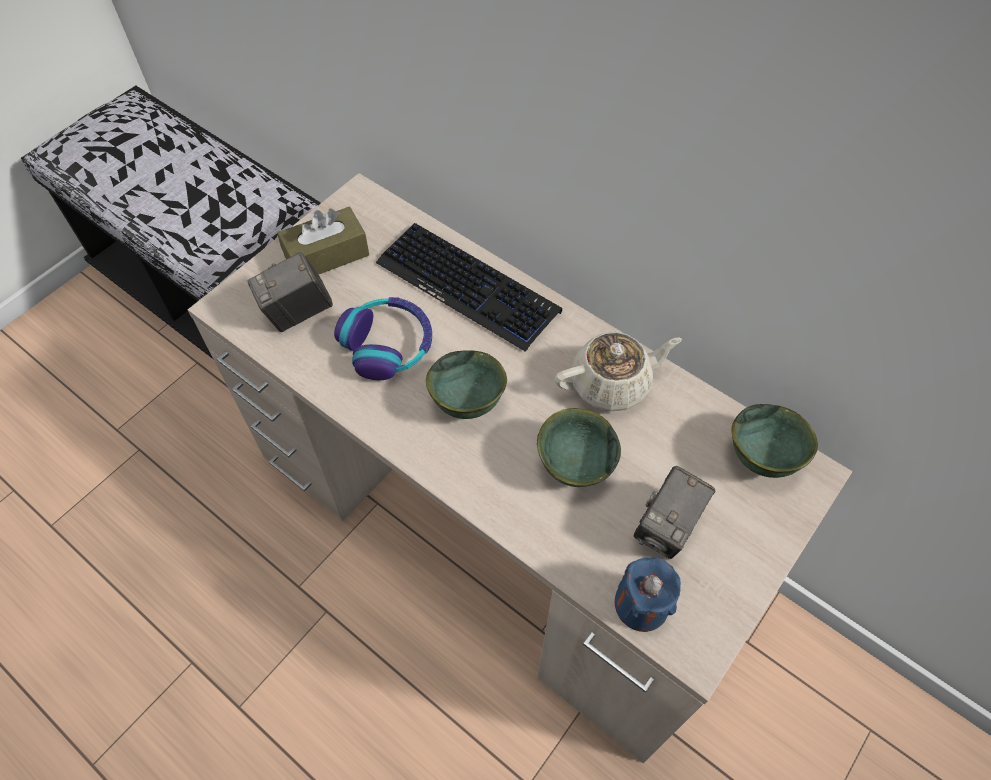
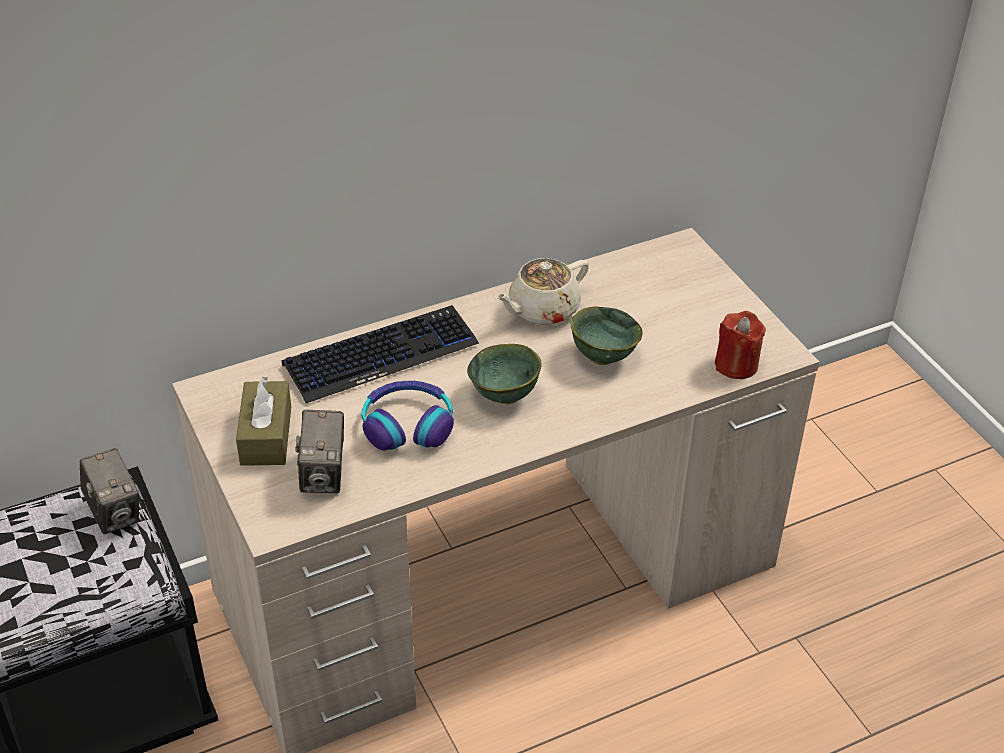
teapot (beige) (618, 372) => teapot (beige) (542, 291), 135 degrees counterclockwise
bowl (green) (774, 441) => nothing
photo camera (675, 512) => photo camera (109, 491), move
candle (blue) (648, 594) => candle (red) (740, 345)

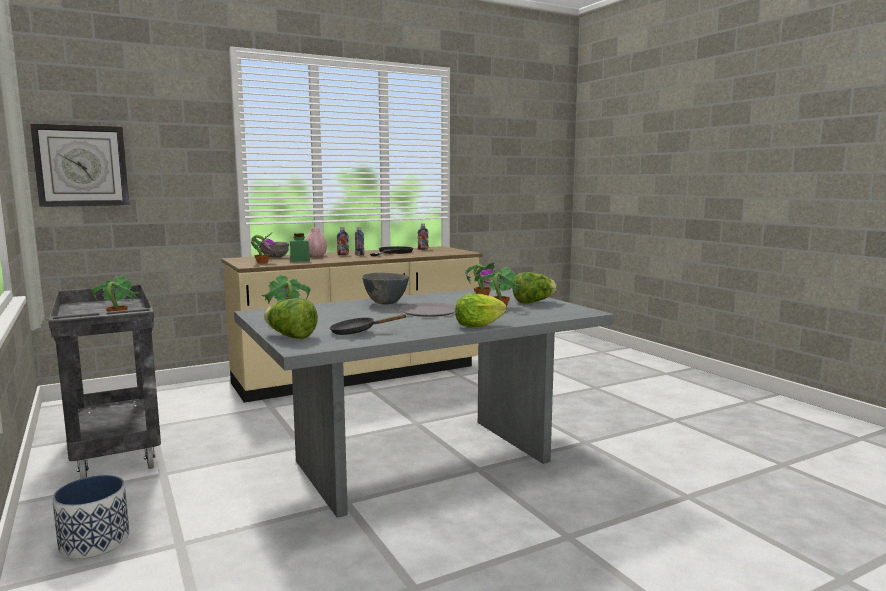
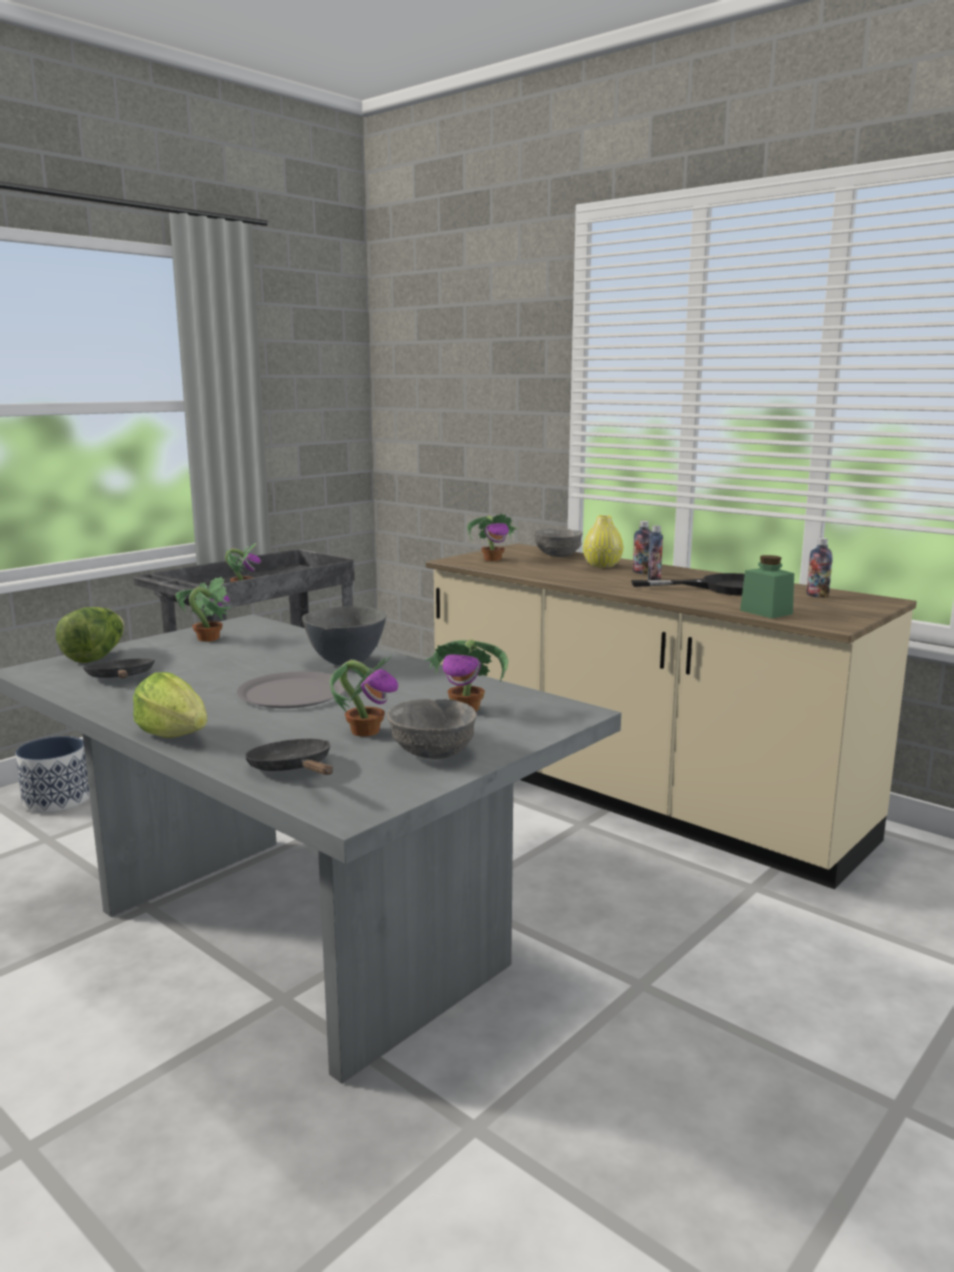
wall clock (79, 165) => nothing
vase (pink) (316, 242) => vase (yellow) (603, 541)
jar (green) (300, 247) => jar (green) (767, 587), move
lettuce (535, 288) => bowl (grey) (432, 729)
nothing => frying pan (black) (289, 757)

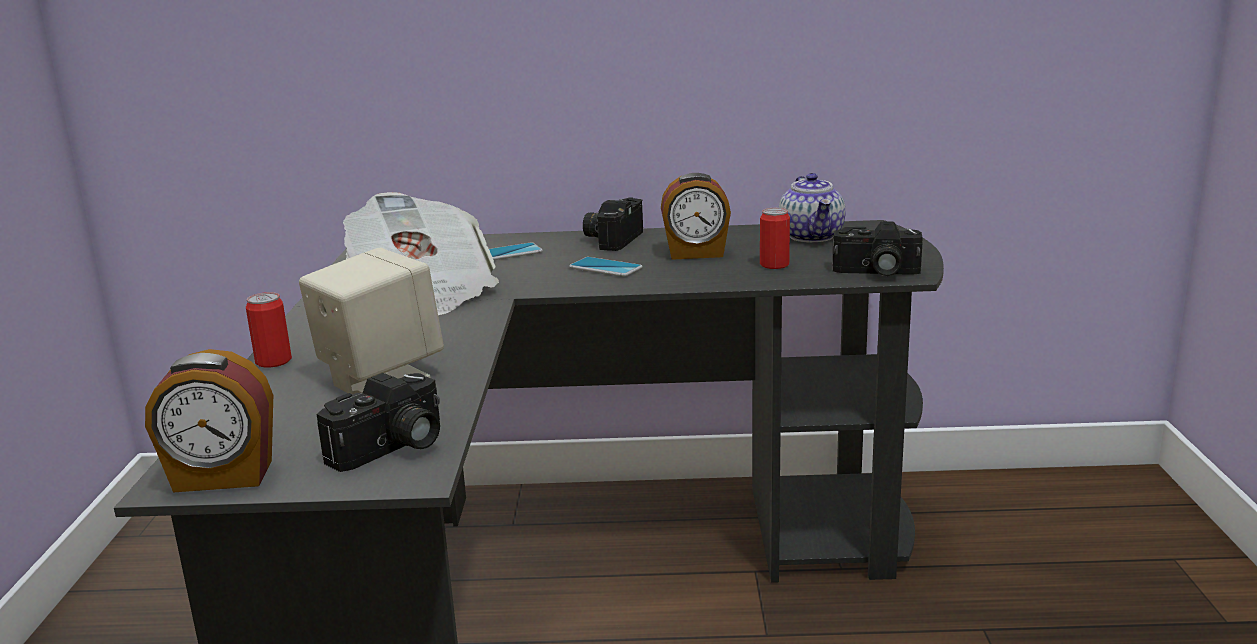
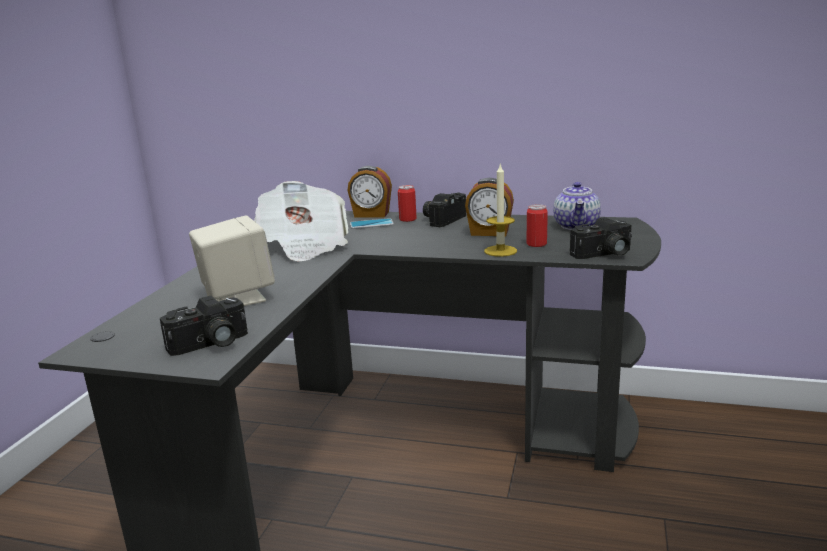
photo camera (877, 248) => photo camera (601, 238), 45 degrees counterclockwise
phone (606, 267) => nothing
can (269, 329) => can (407, 203), move
alarm clock (209, 420) => alarm clock (370, 191), move
nothing => candle (500, 211)

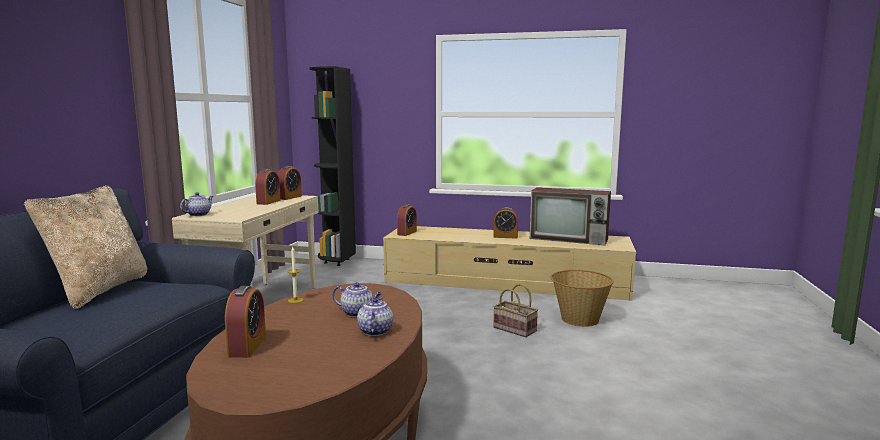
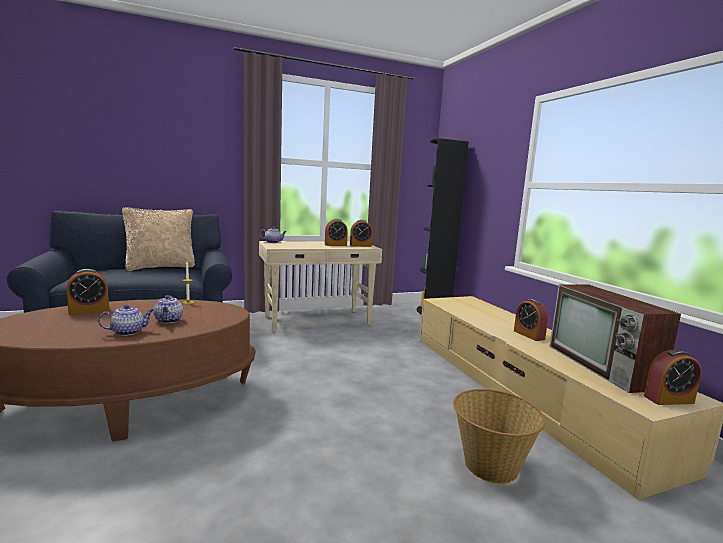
alarm clock (407, 220) => alarm clock (672, 377), move
basket (515, 310) => nothing

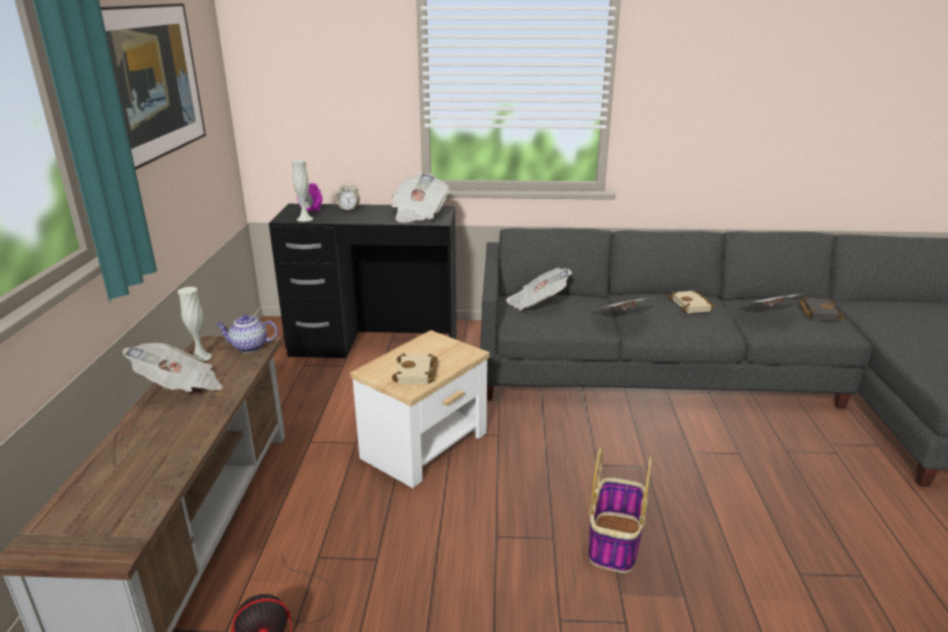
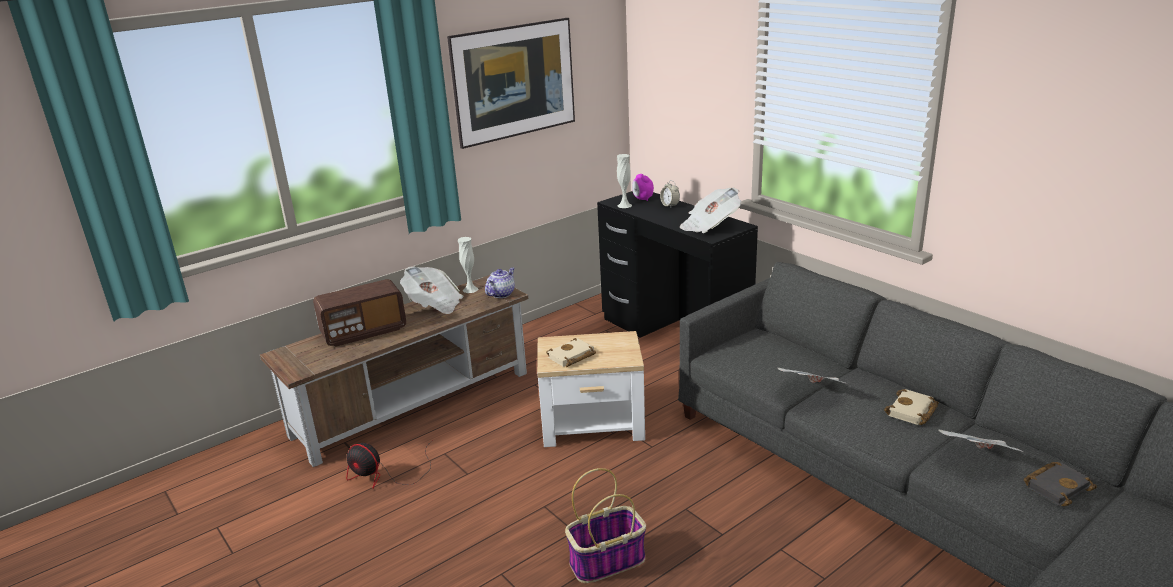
newspaper (539, 289) => nothing
teapot (247, 334) => teapot (500, 282), 75 degrees clockwise
nothing => radio (359, 313)

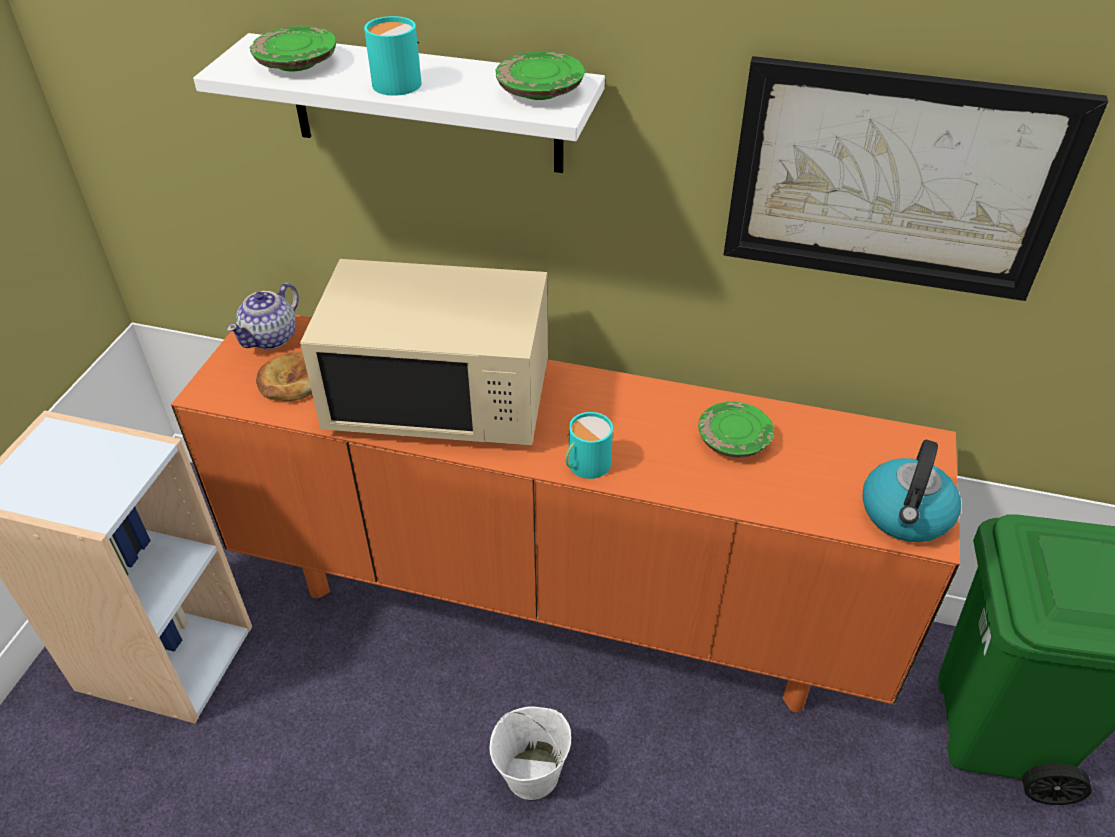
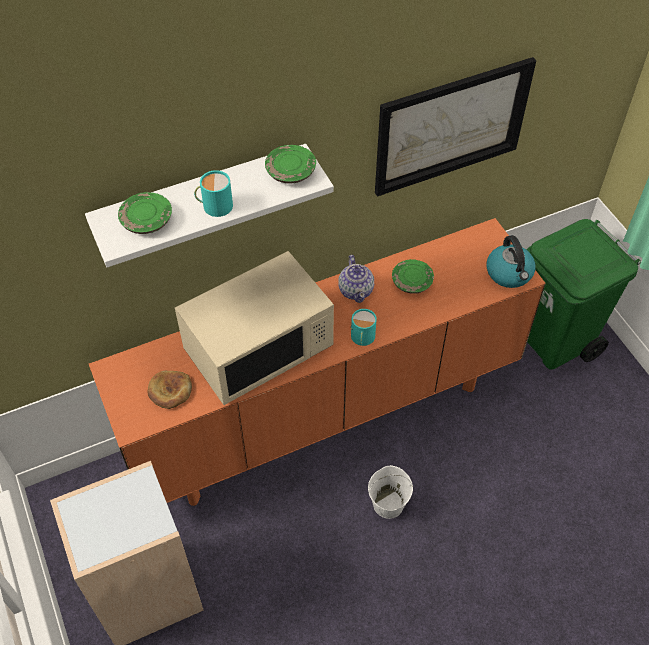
teapot (263, 316) => teapot (356, 279), move

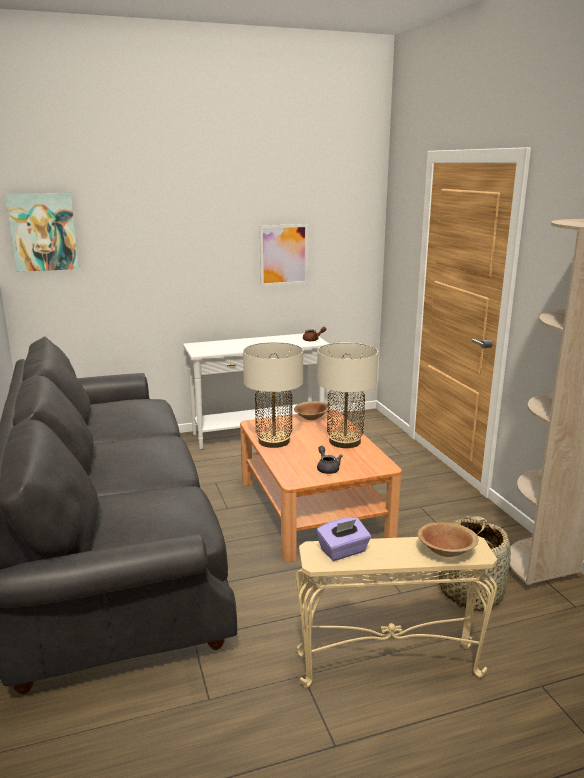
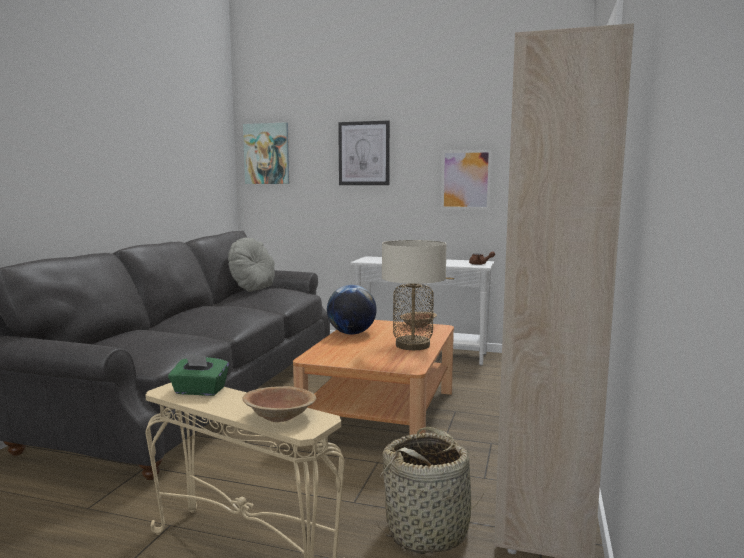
table lamp (273, 395) => globe (352, 310)
teapot (grey) (330, 460) => nothing
tissue box (purple) (344, 539) => tissue box (green) (198, 375)
nothing => picture (364, 152)
nothing => pillow (grey) (251, 265)

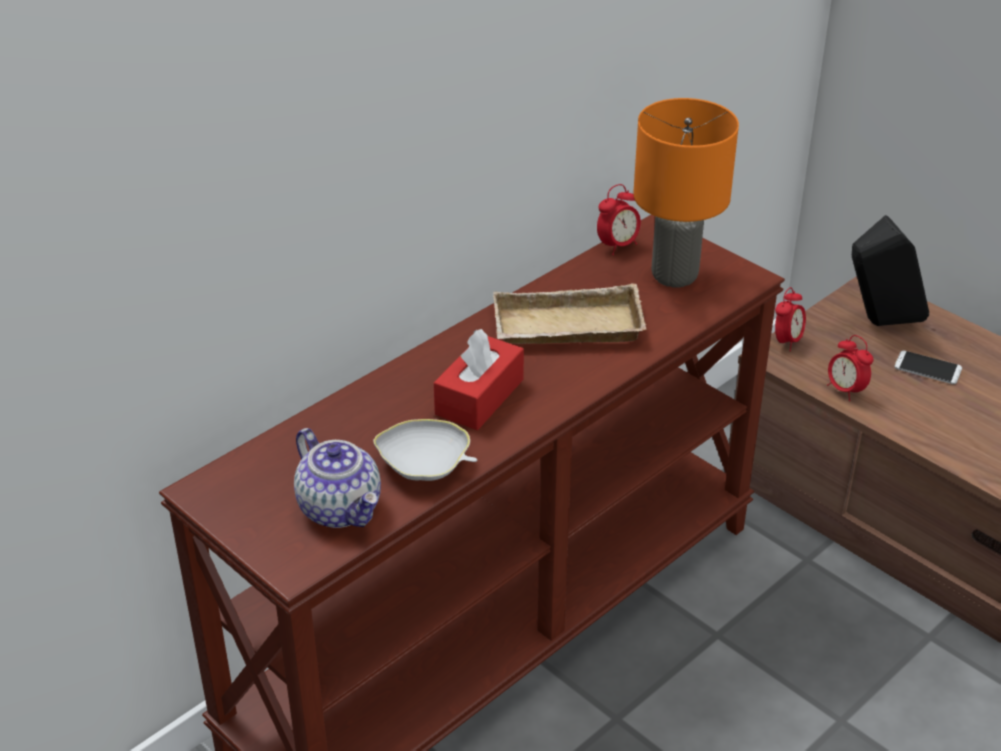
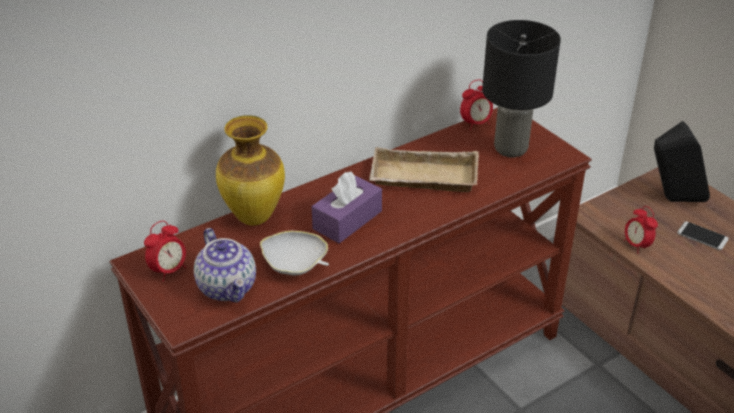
table lamp (orange) (686, 193) => table lamp (black) (521, 89)
alarm clock (790, 319) => alarm clock (165, 251), move
tissue box (red) (479, 379) => tissue box (purple) (347, 207)
nothing => vase (250, 170)

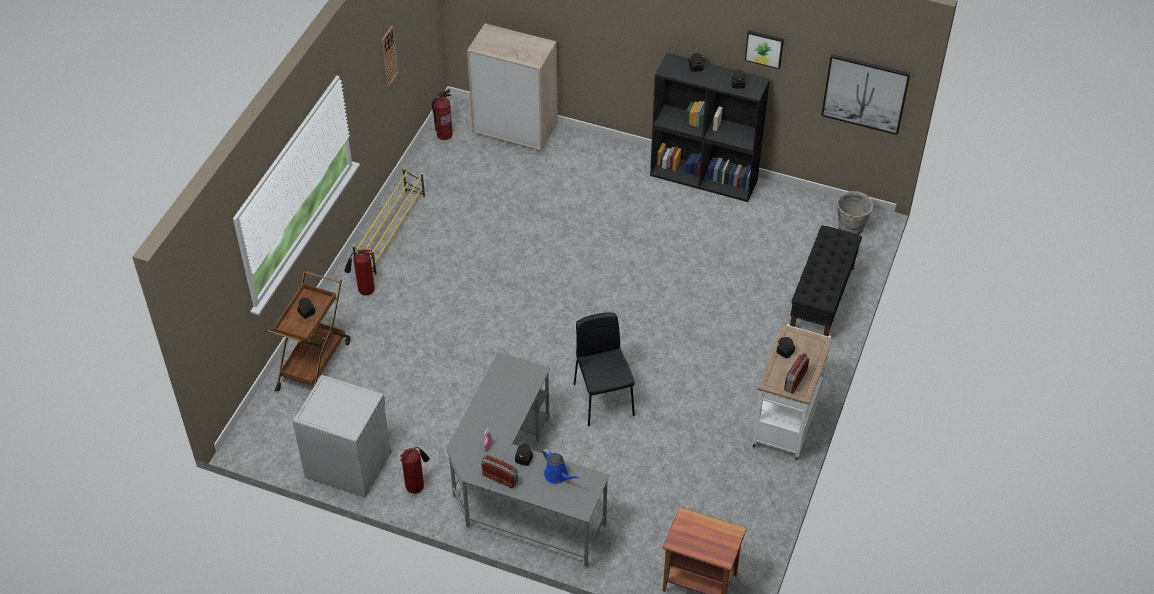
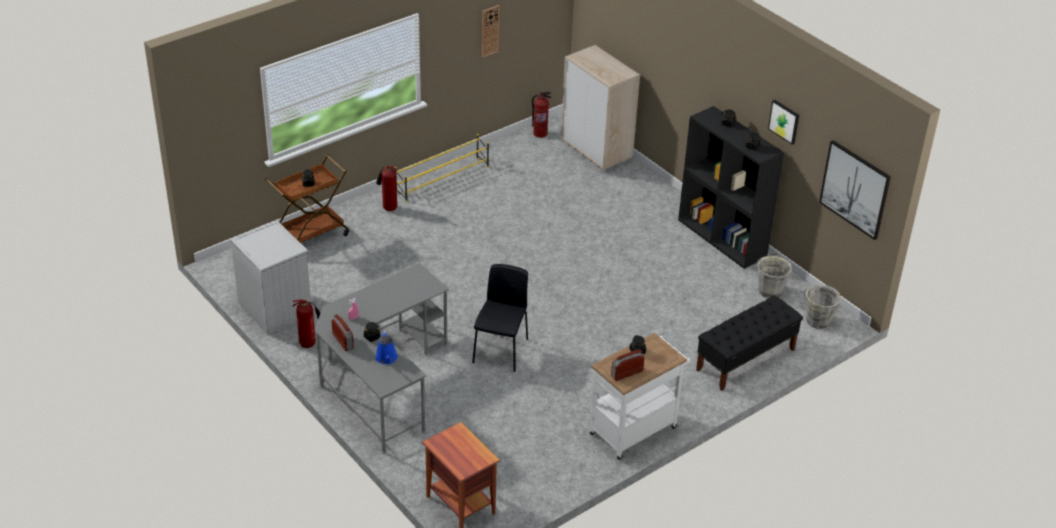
nothing => bucket (grey) (774, 276)

